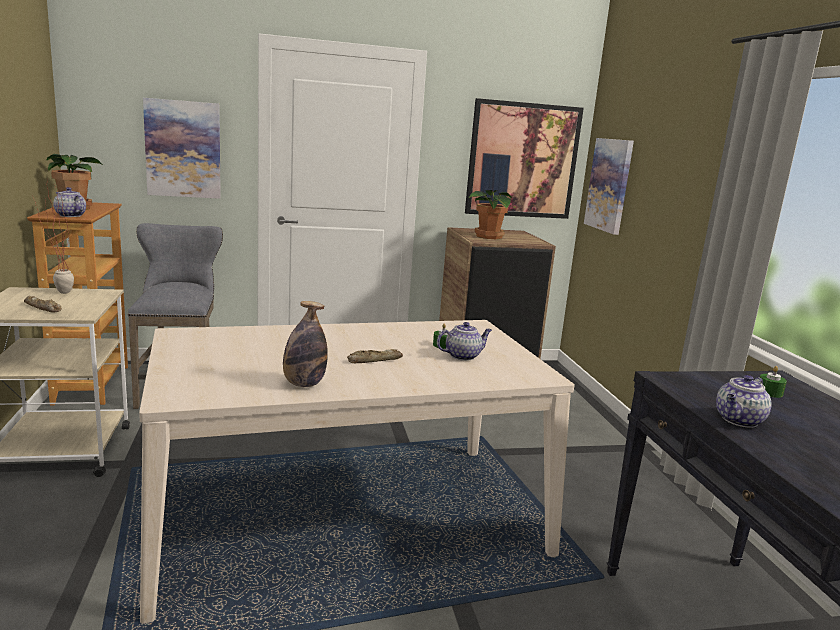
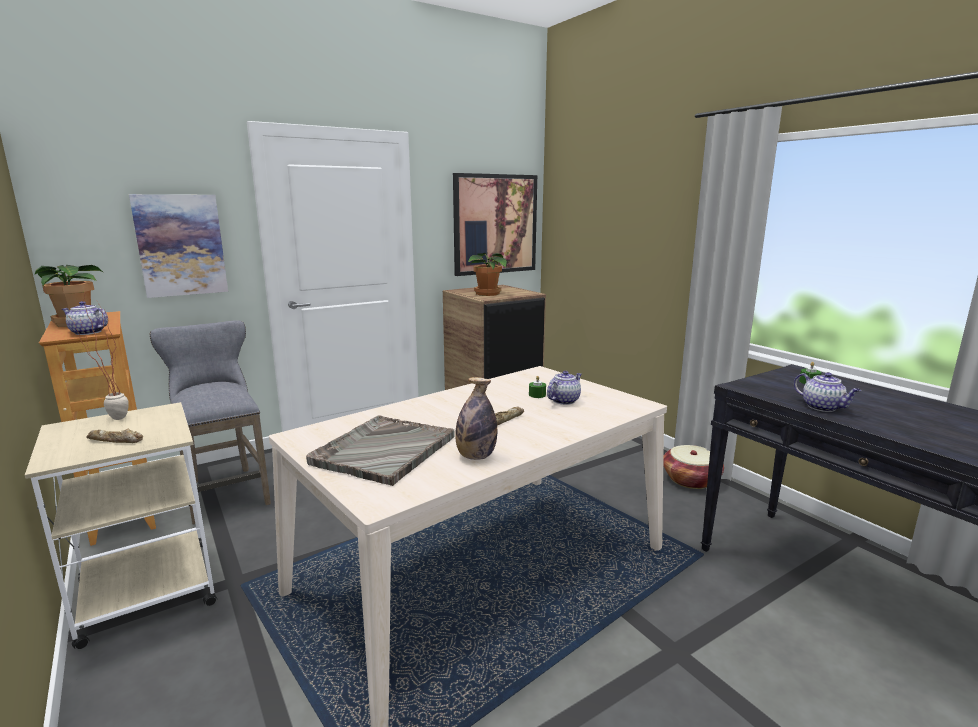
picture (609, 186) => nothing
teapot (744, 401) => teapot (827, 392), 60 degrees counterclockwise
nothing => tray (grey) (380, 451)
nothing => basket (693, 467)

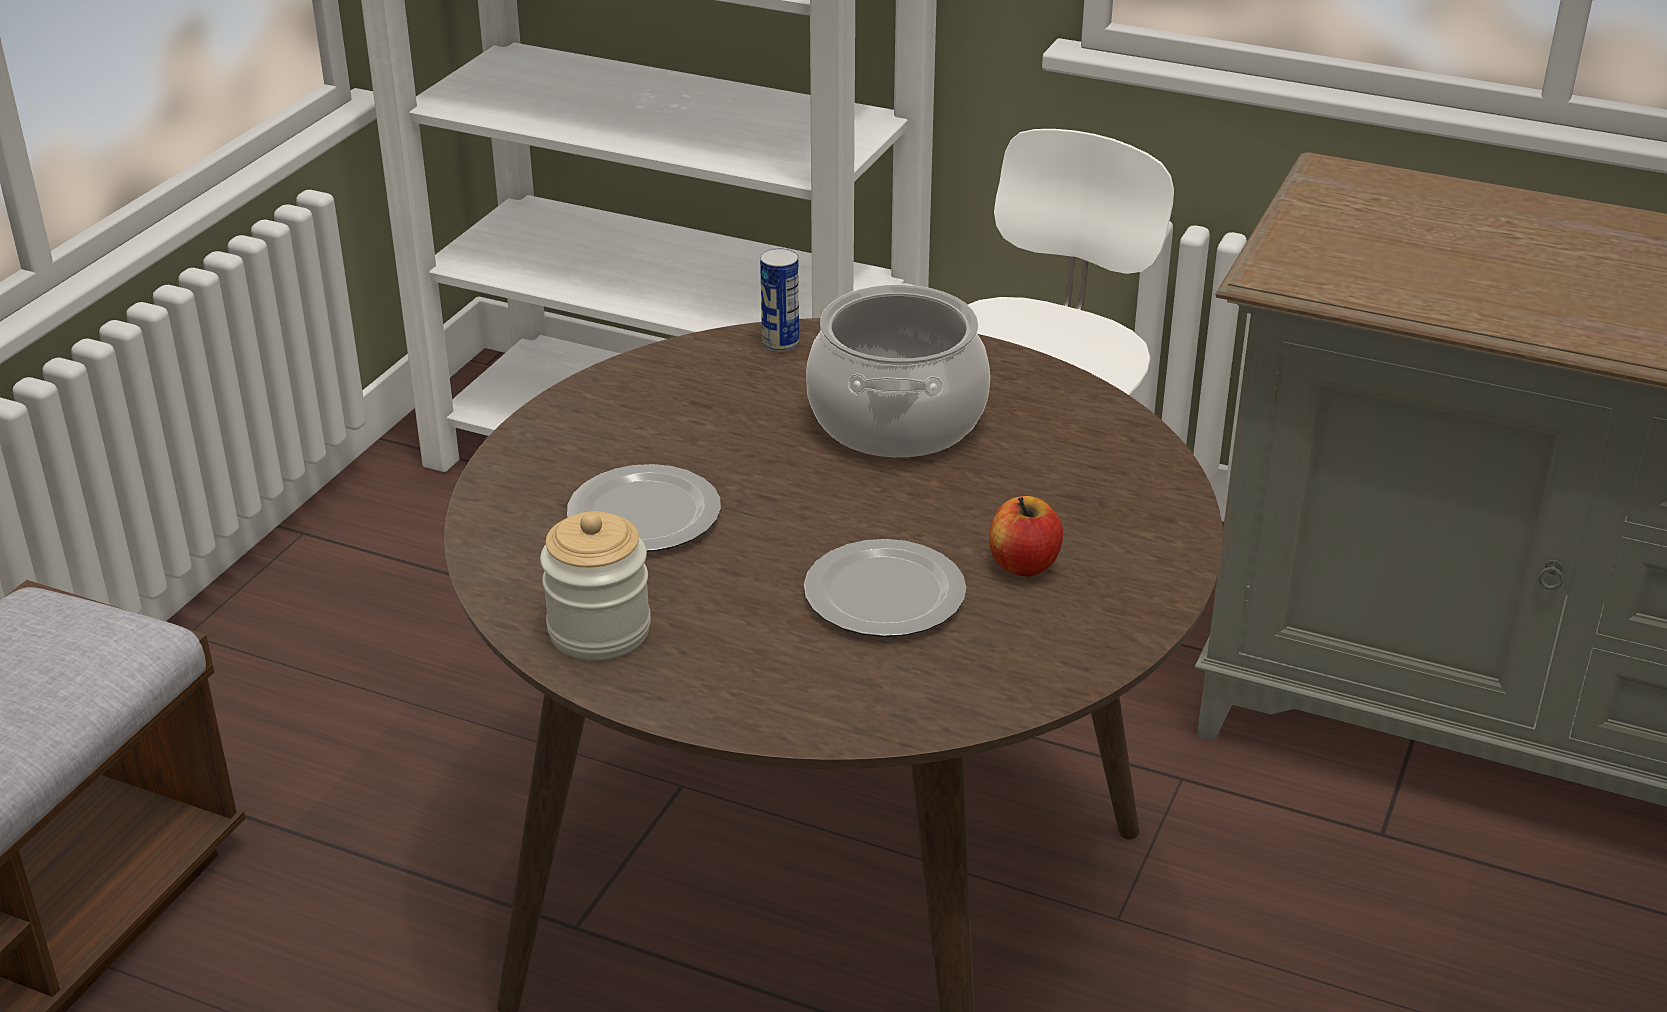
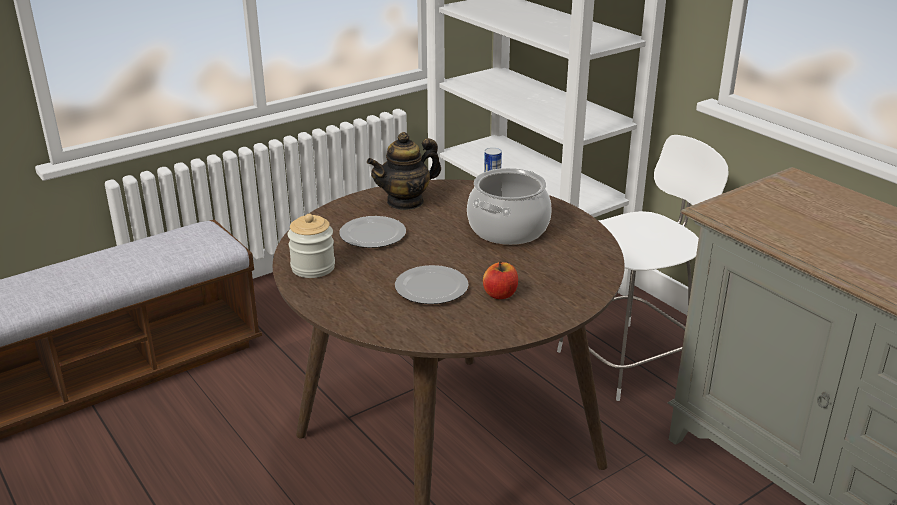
nothing => teapot (404, 171)

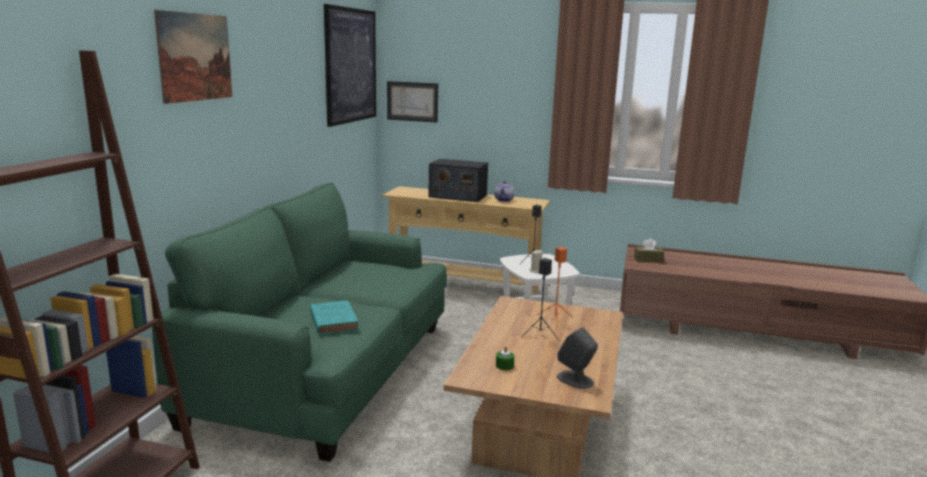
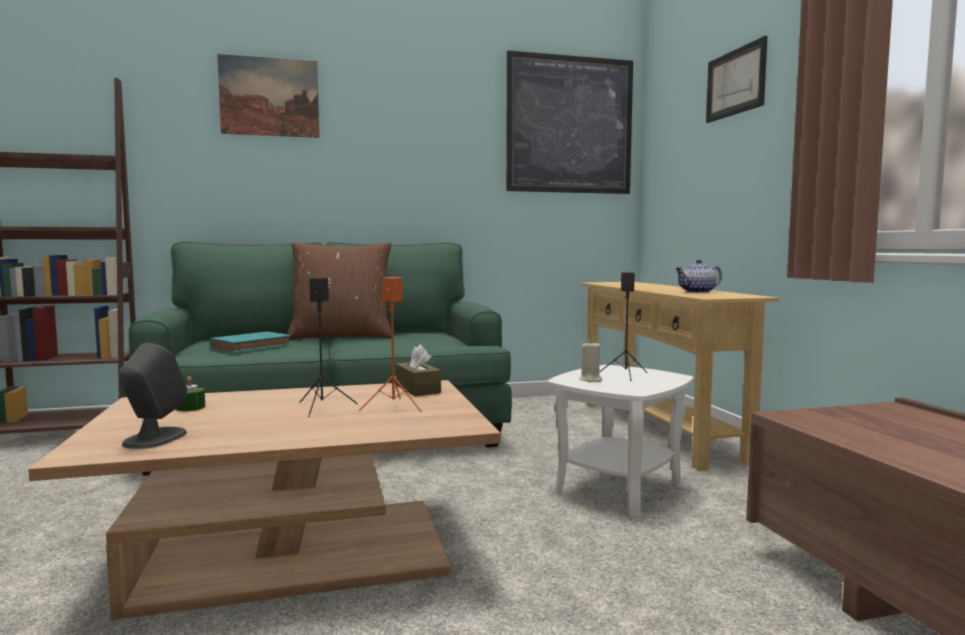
picture (412, 102) => picture (736, 79), move
radio (458, 180) => nothing
tissue box (brown) (649, 250) => tissue box (brown) (418, 370), move
nothing => pillow (brown) (339, 291)

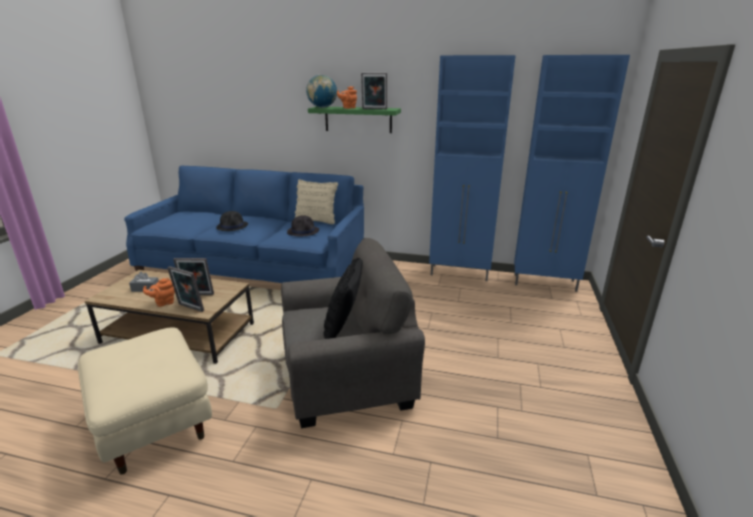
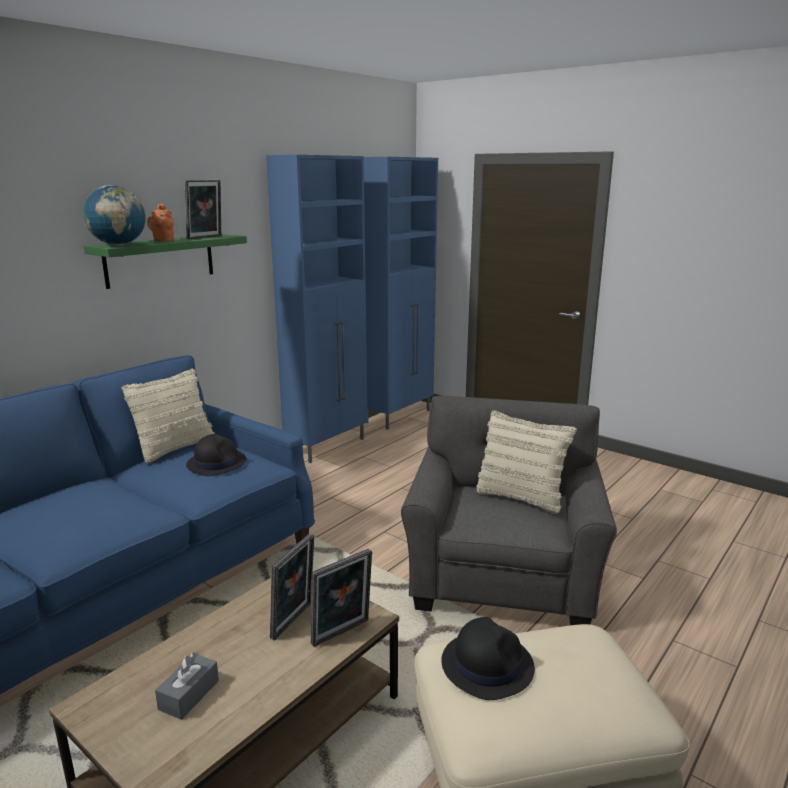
hat (black) (232, 221) => hat (black) (488, 658), move
pillow (black) (343, 298) => pillow (beige) (526, 461)
teapot (orange) (159, 292) => nothing

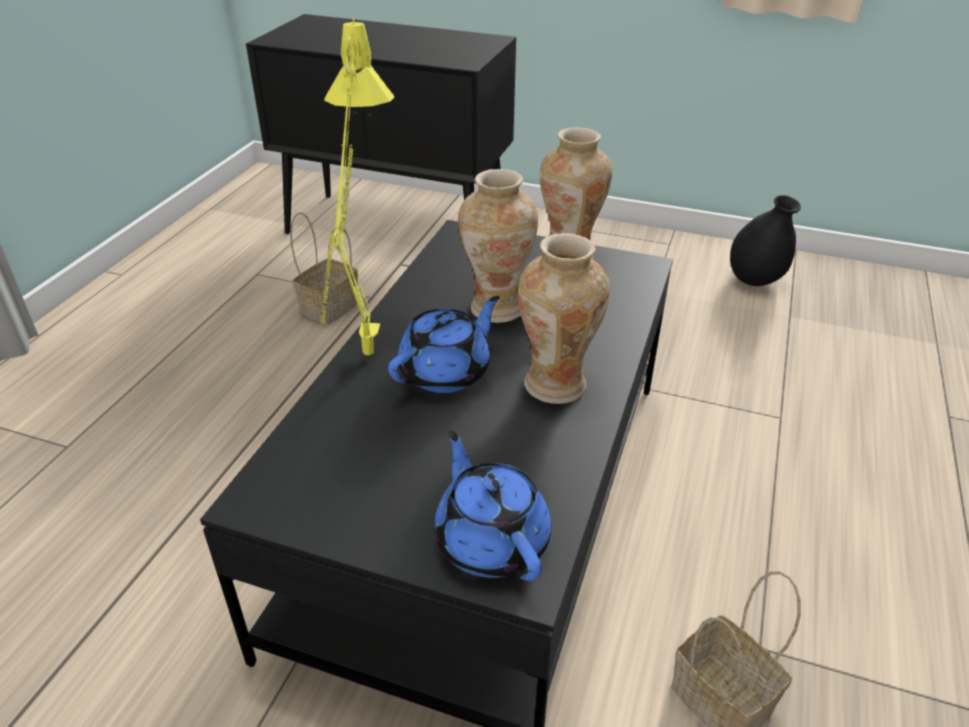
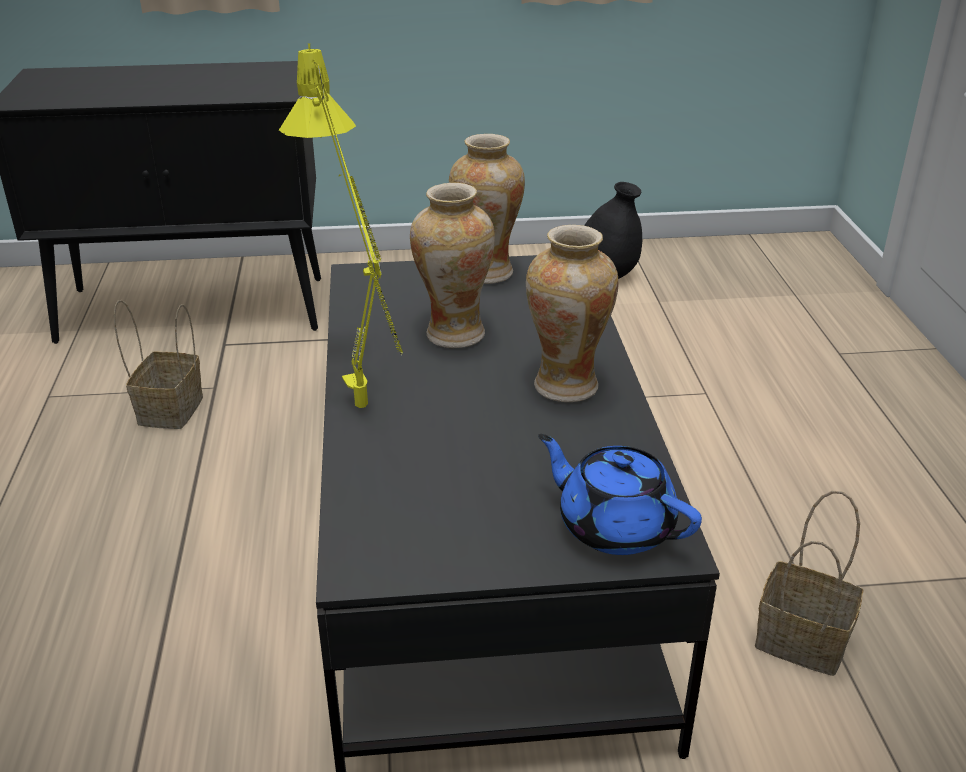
teapot (blue) (443, 344) => nothing

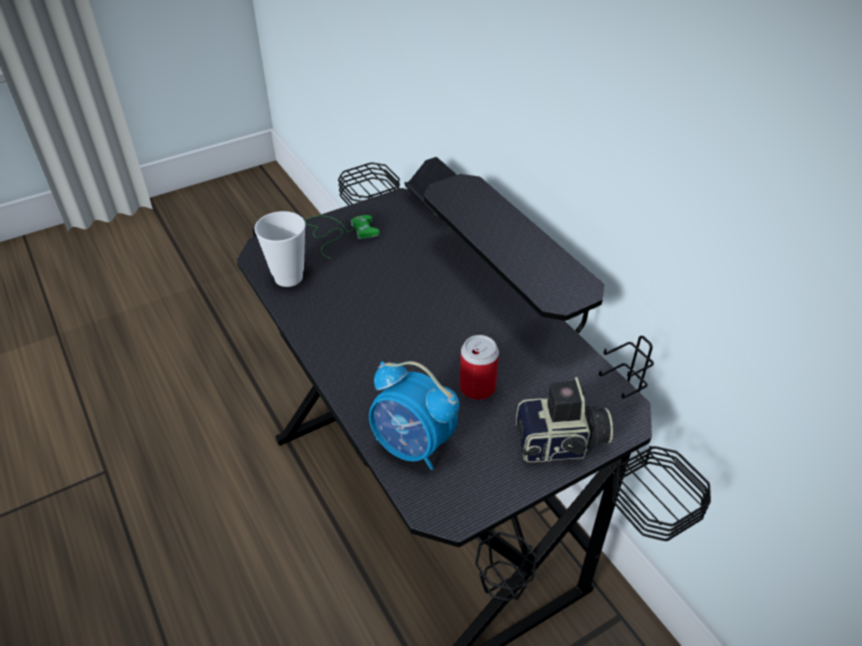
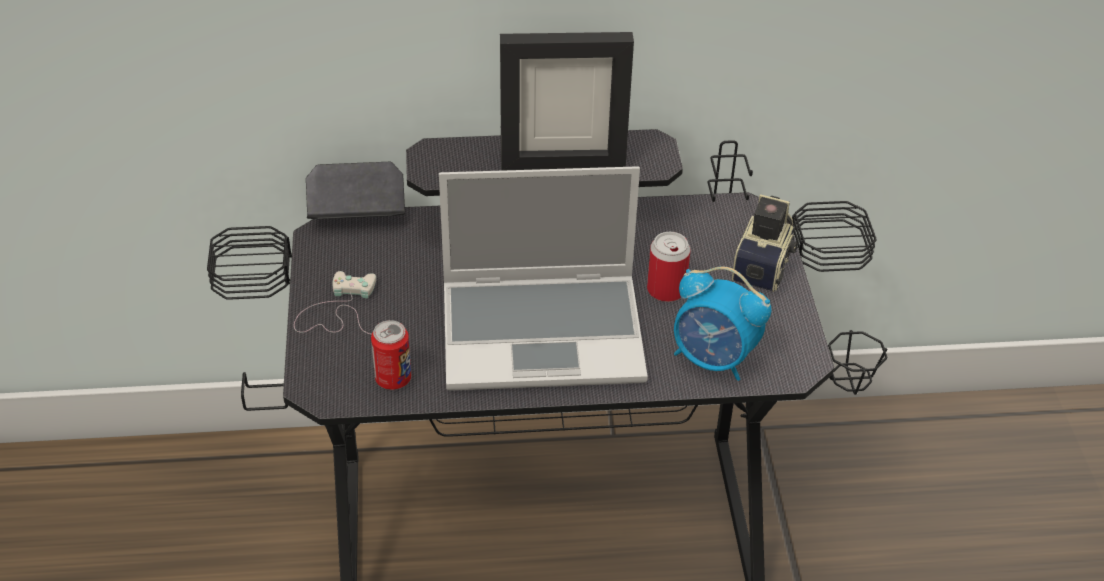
cup (280, 249) => can (391, 355)
game controller (green) (342, 237) => game controller (white) (335, 303)
alarm clock (414, 415) => alarm clock (722, 323), 60 degrees clockwise
nothing => picture frame (567, 101)
nothing => laptop (543, 278)

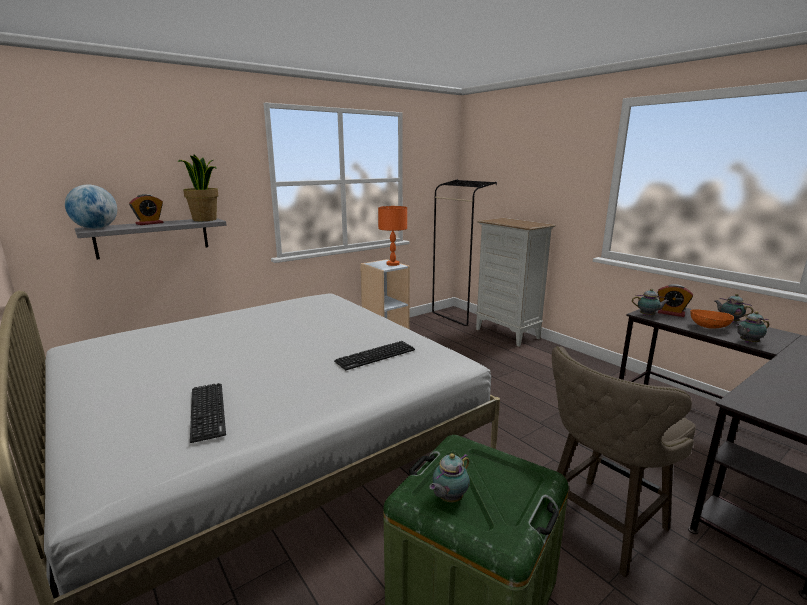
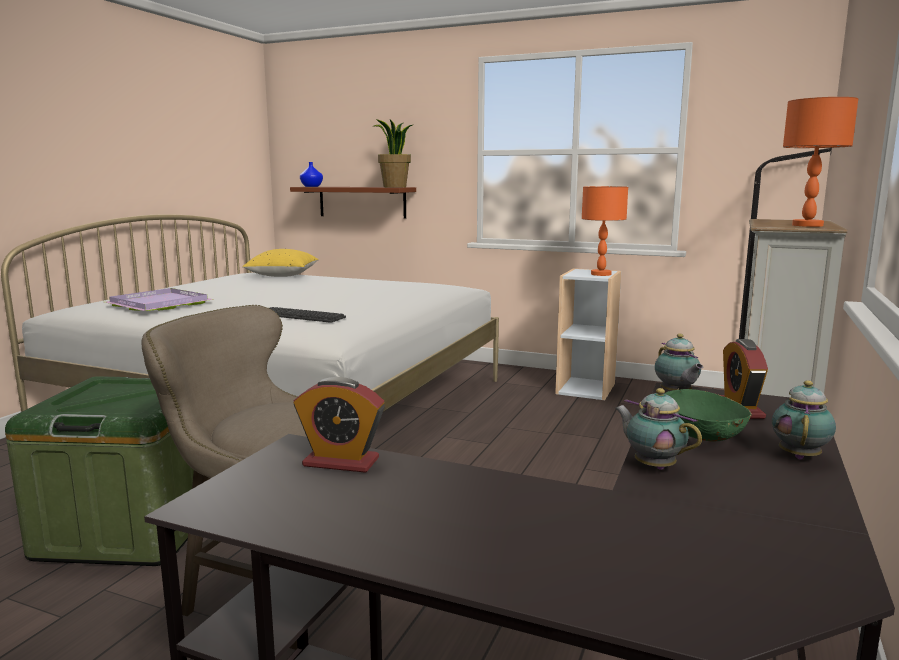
globe (91, 207) => vase (blue) (311, 174)
alarm clock (146, 209) => alarm clock (339, 425), move
shelf (grey) (151, 238) => shelf (brown) (353, 203)
bowl (orange) (712, 319) => bowl (green) (708, 415)
keyboard (208, 413) => tray (purple) (159, 299)
teapot (449, 477) => nothing
nothing => table lamp (orange) (820, 162)
nothing => pillow (yellow) (280, 263)

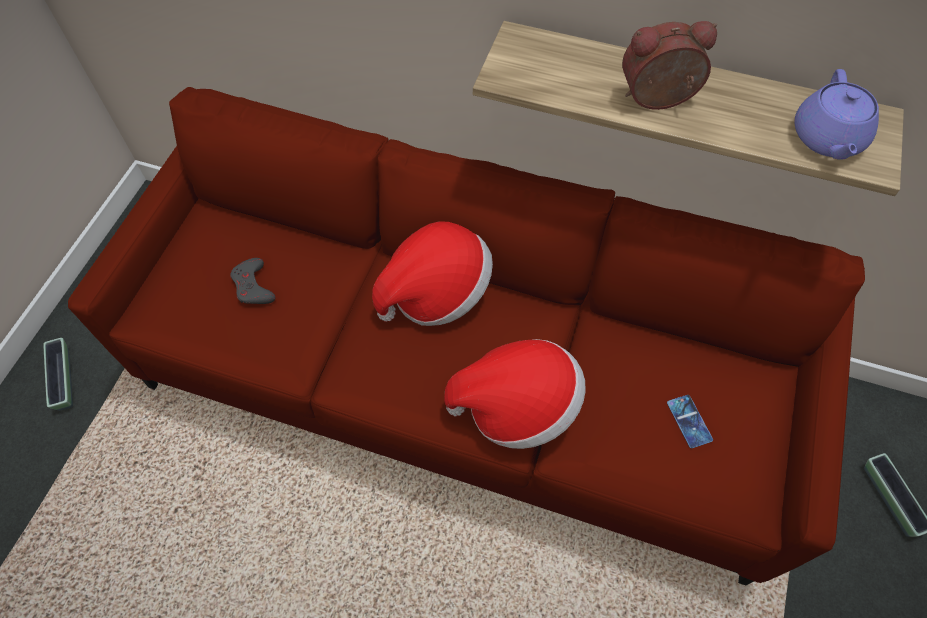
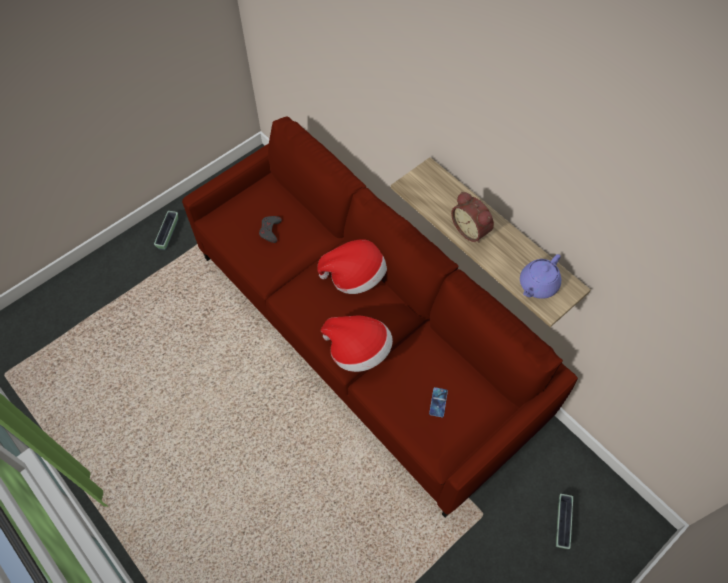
alarm clock (669, 65) => alarm clock (472, 217), 150 degrees counterclockwise

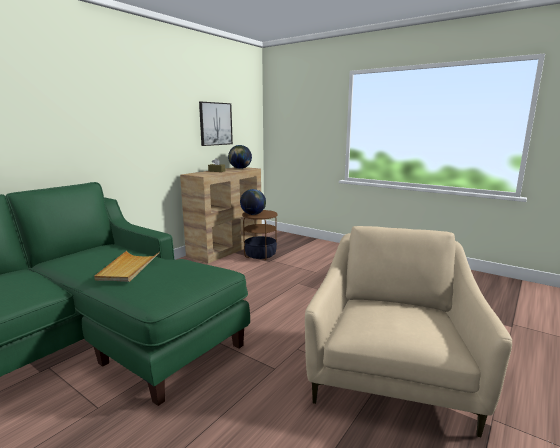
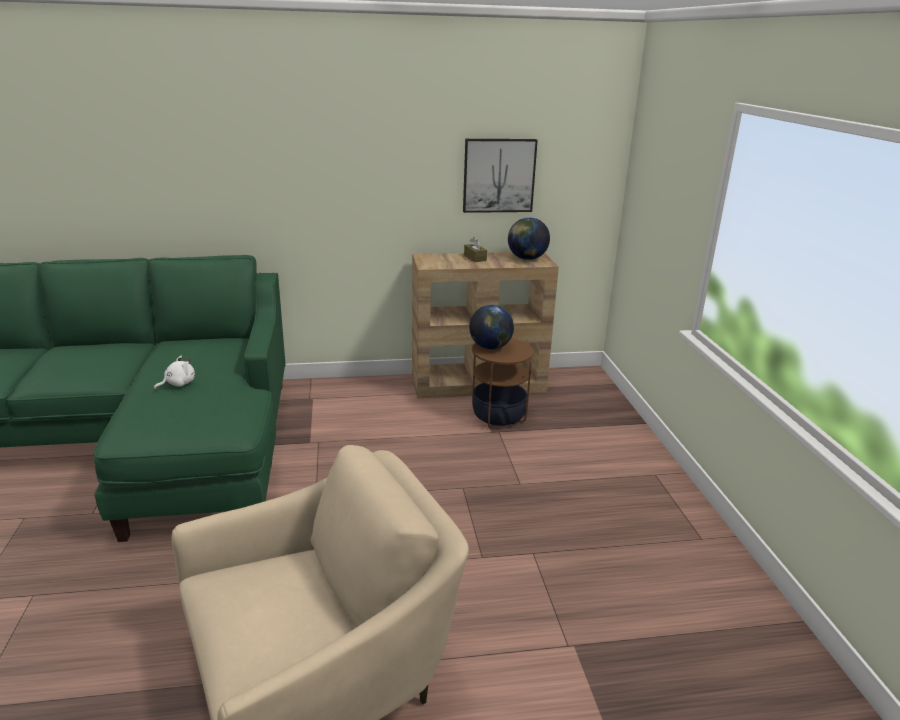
tray (beige) (127, 266) => plush toy (white) (174, 372)

